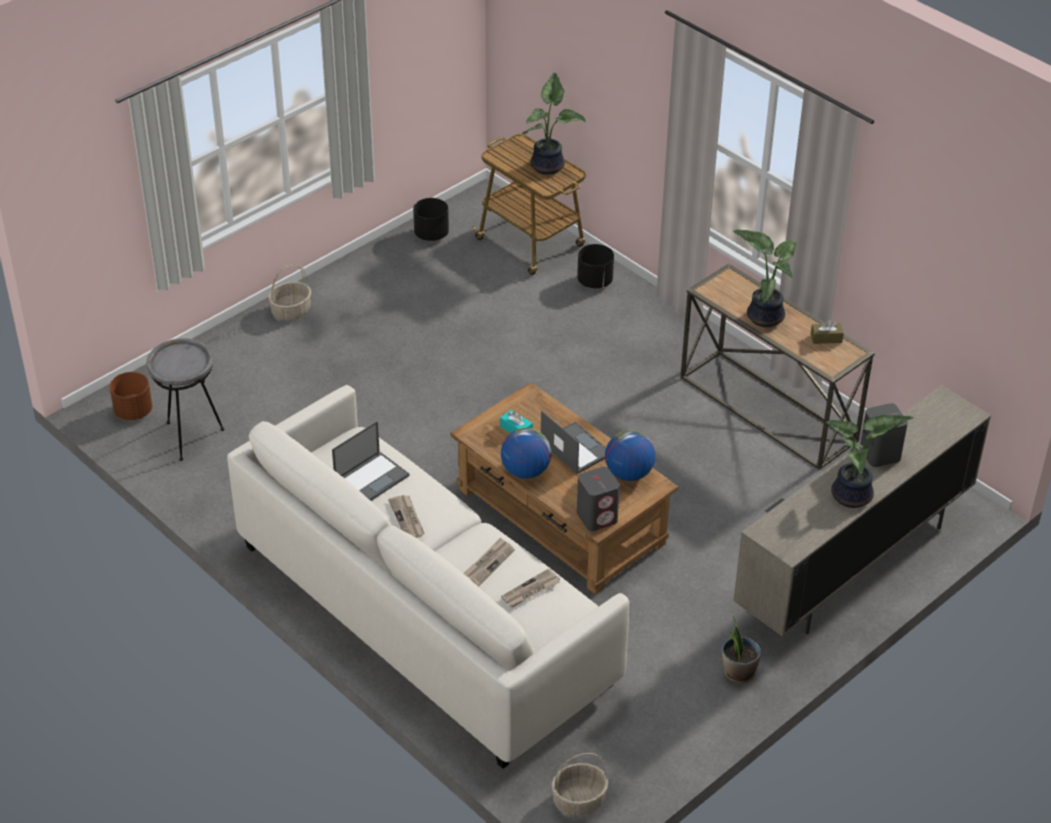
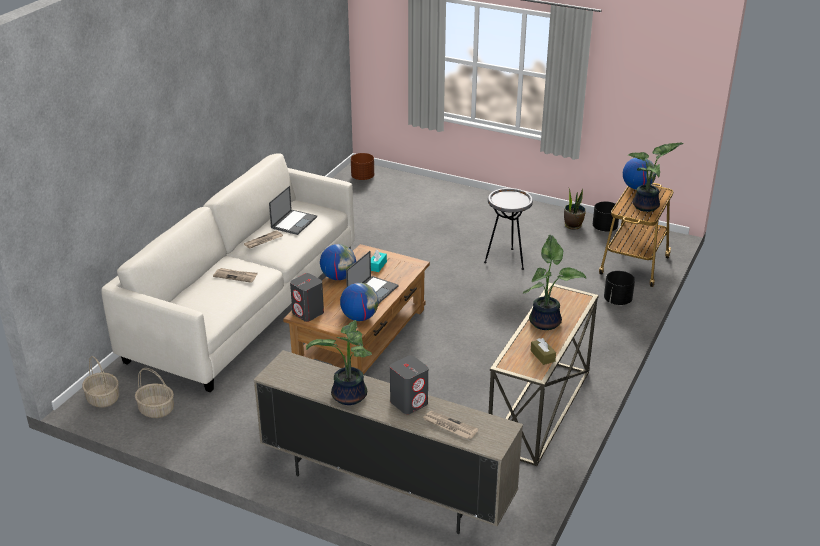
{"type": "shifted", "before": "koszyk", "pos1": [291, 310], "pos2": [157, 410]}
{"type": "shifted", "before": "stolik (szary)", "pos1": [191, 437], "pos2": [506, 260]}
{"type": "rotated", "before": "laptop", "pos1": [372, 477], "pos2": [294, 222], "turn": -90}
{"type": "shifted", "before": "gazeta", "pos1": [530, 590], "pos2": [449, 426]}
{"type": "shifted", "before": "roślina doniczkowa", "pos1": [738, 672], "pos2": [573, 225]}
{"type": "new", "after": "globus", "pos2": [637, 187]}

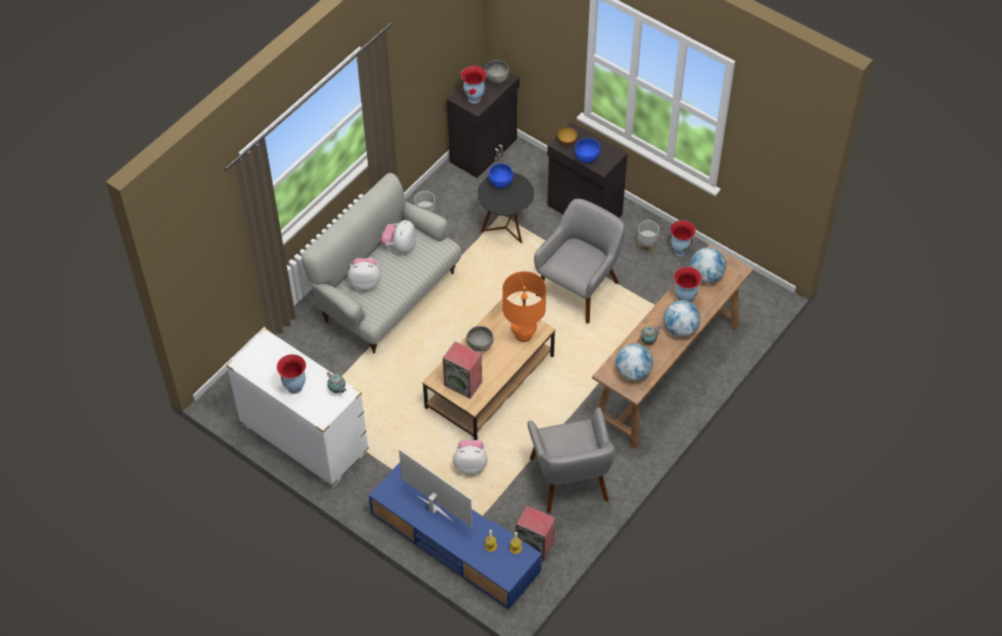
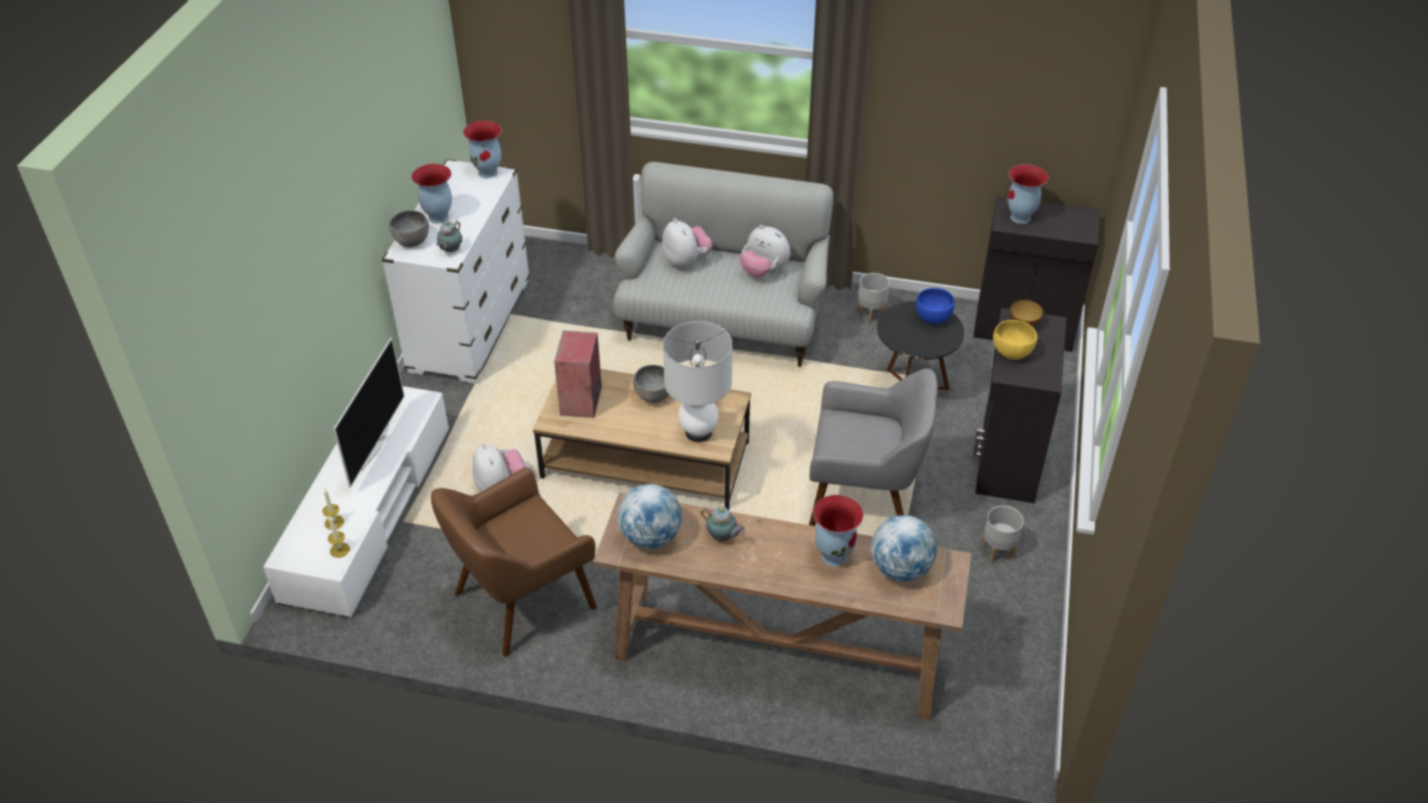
{"type": "shifted", "before": "miska (szary)", "pos1": [497, 79], "pos2": [412, 242]}
{"type": "repainted", "before": "miska (niebieski)", "after": "miska (żółty)", "pos1": [587, 158], "pos2": [1012, 353]}
{"type": "rotated", "before": "pluszak", "pos1": [400, 246], "pos2": [764, 271], "turn": -135}
{"type": "shifted", "before": "wazon", "pos1": [680, 250], "pos2": [488, 172]}
{"type": "repainted", "before": "lampa stołowa (pomarańczowy)", "after": "lampa stołowa (biały)", "pos1": [523, 335], "pos2": [698, 432]}
{"type": "gone", "before": "globus", "pos1": [680, 329]}
{"type": "repainted", "before": "fotel (szary)", "after": "fotel (brązowy)", "pos1": [570, 480], "pos2": [522, 600]}
{"type": "repainted", "before": "szafka pod telewizor (niebieski)", "after": "szafka pod telewizor (biały)", "pos1": [455, 543], "pos2": [368, 512]}
{"type": "gone", "before": "głośnik", "pos1": [535, 545]}

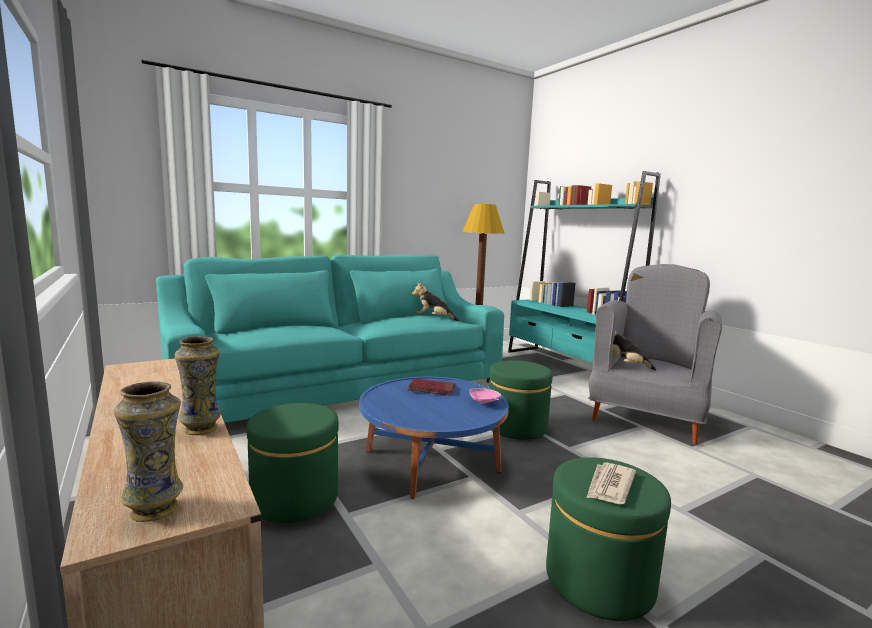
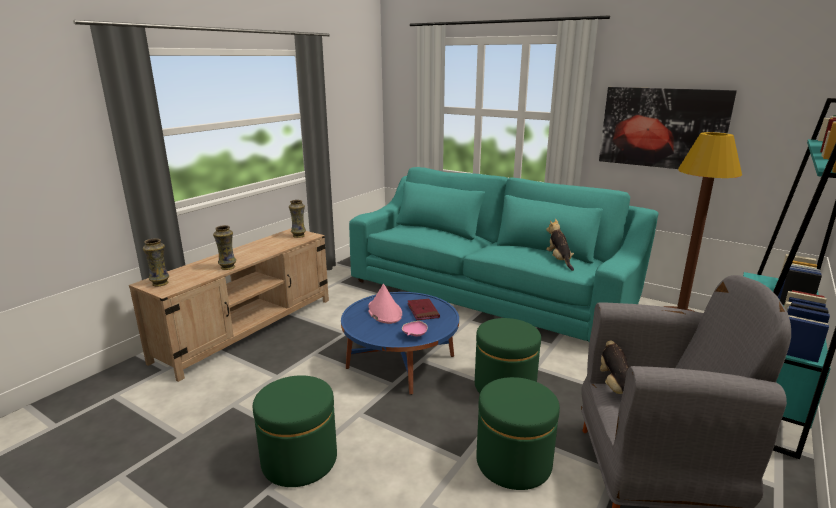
{"type": "shifted", "before": "pufa (zielony)", "pos1": [295, 498], "pos2": [513, 462]}
{"type": "gone", "before": "gazeta", "pos1": [609, 486]}
{"type": "new", "after": "obraz", "pos2": [662, 128]}
{"type": "new", "after": "wazon", "pos2": [299, 236]}
{"type": "new", "after": "kapelusz (różowy)", "pos2": [384, 312]}

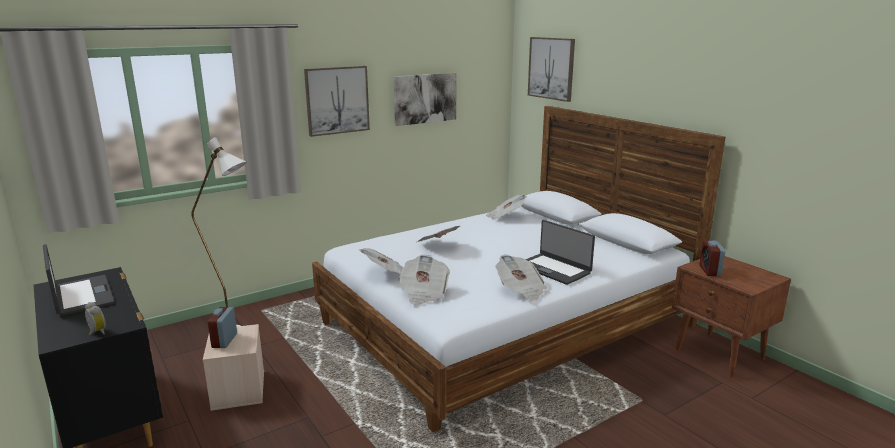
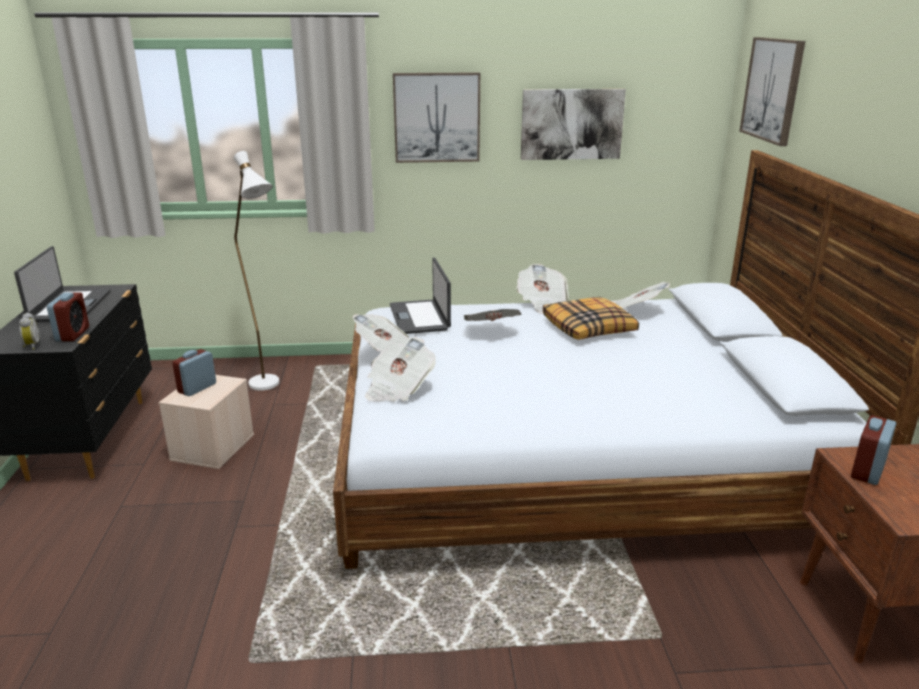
{"type": "shifted", "before": "laptop", "pos1": [554, 269], "pos2": [420, 317]}
{"type": "shifted", "before": "gazeta", "pos1": [521, 290], "pos2": [542, 303]}
{"type": "new", "after": "budzik", "pos2": [72, 334]}
{"type": "new", "after": "poduszka", "pos2": [589, 328]}

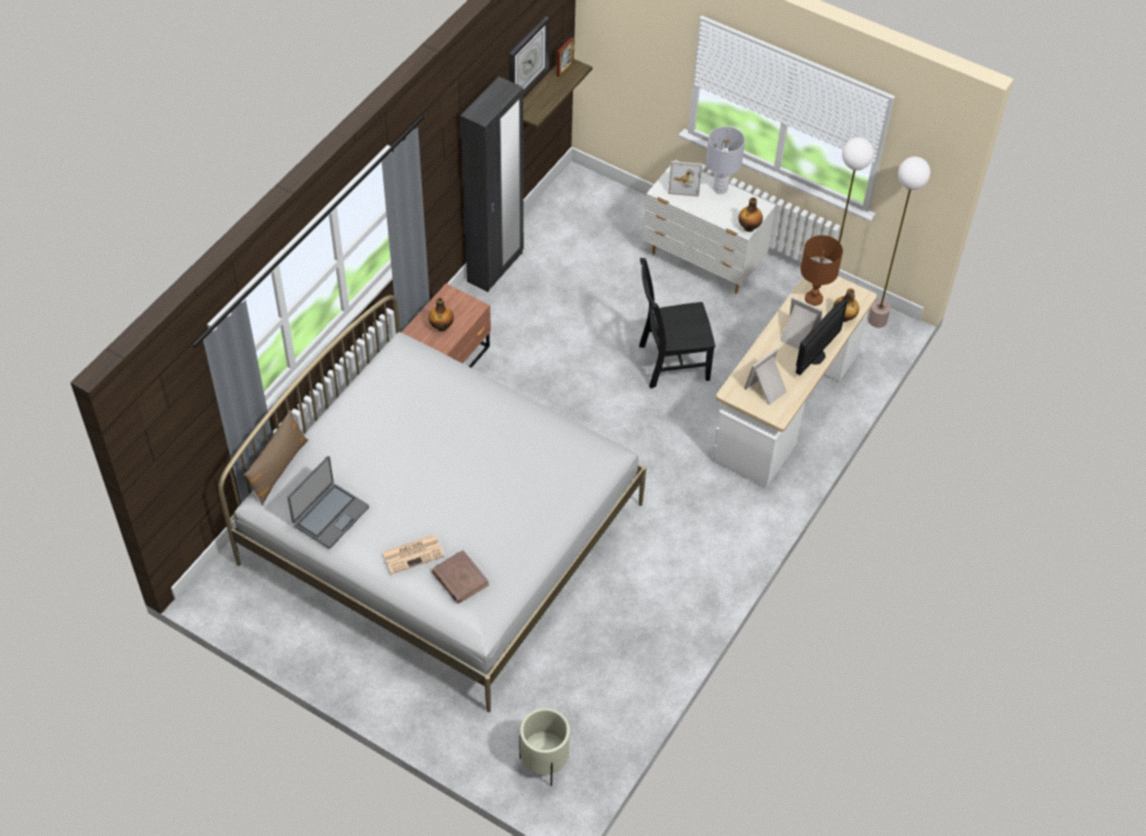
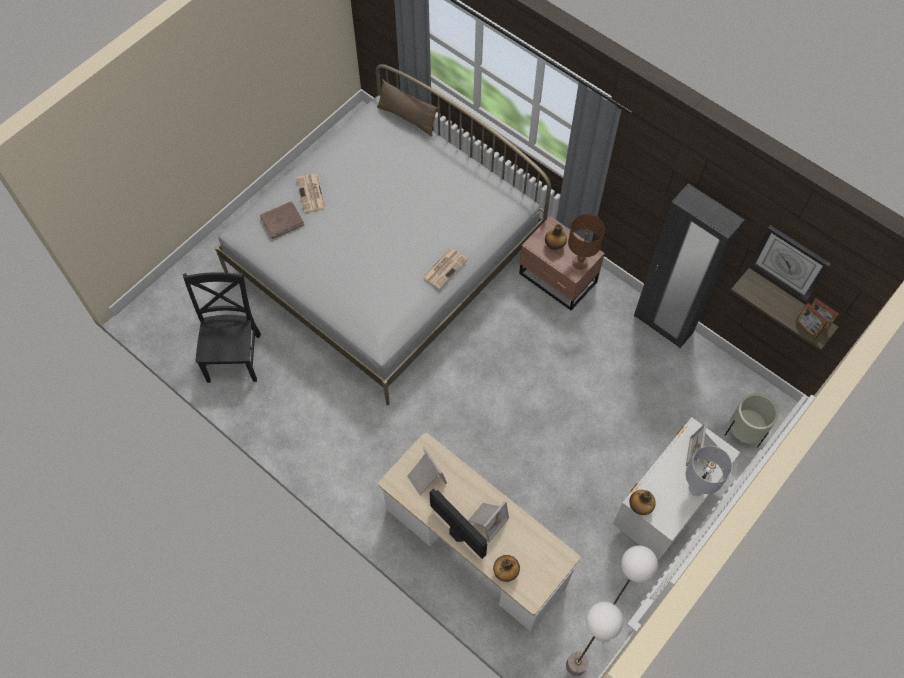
{"type": "shifted", "before": "lampa stołowa (brązowy)", "pos1": [813, 298], "pos2": [580, 262]}
{"type": "shifted", "before": "krzesło (czarny)", "pos1": [670, 362], "pos2": [234, 354]}
{"type": "gone", "before": "laptop", "pos1": [330, 516]}
{"type": "shifted", "before": "donica (beżowy)", "pos1": [544, 763], "pos2": [743, 432]}
{"type": "new", "after": "gazeta", "pos2": [445, 268]}
{"type": "new", "after": "ramka na zdjęcie", "pos2": [806, 329]}

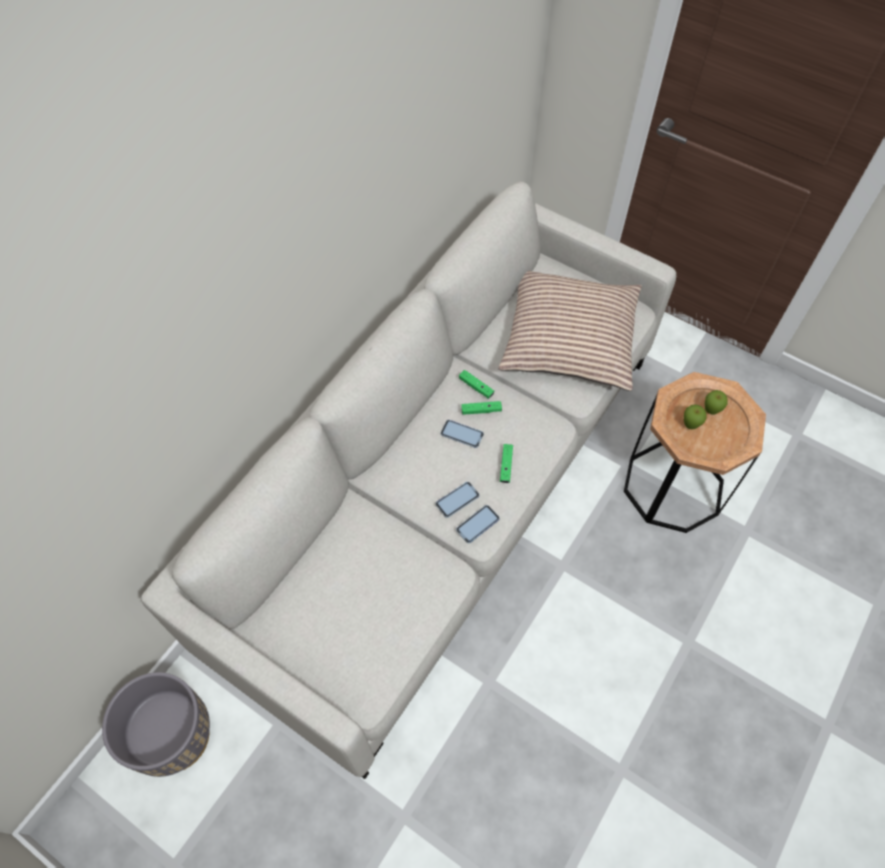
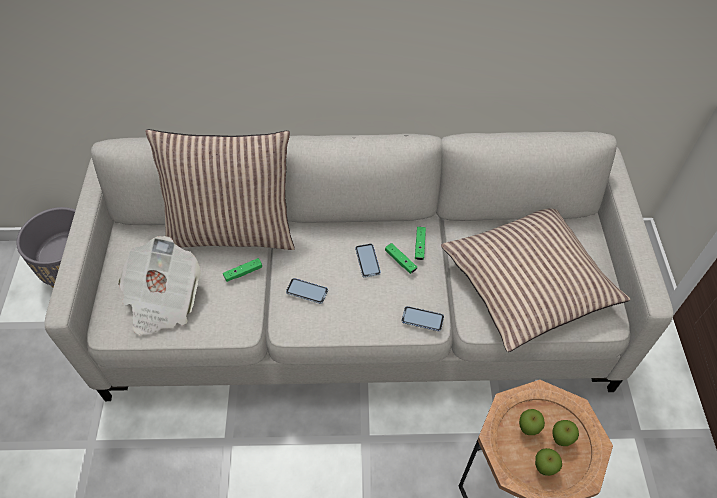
{"type": "shifted", "before": "pad do gier (zielony)", "pos1": [506, 466], "pos2": [243, 273]}
{"type": "shifted", "before": "telefon", "pos1": [477, 524], "pos2": [422, 319]}
{"type": "new", "after": "poduszka", "pos2": [233, 230]}
{"type": "new", "after": "gazeta", "pos2": [163, 299]}
{"type": "new", "after": "jabłko", "pos2": [543, 468]}

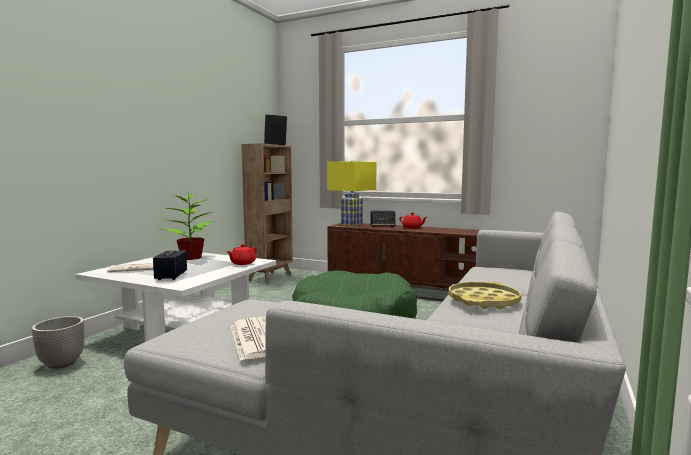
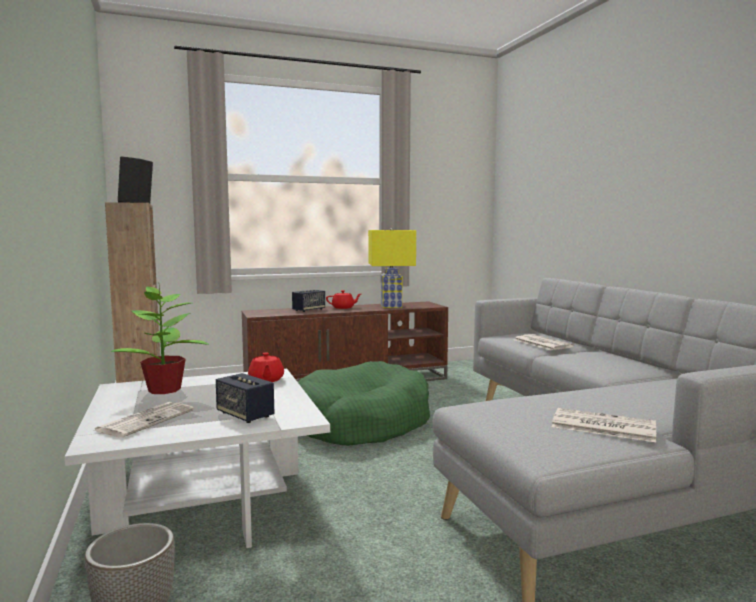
{"type": "shifted", "before": "lampa stołowa (żółty)", "pos1": [351, 224], "pos2": [390, 306]}
{"type": "gone", "before": "taca (żółty)", "pos1": [483, 301]}
{"type": "new", "after": "gazeta", "pos2": [541, 343]}

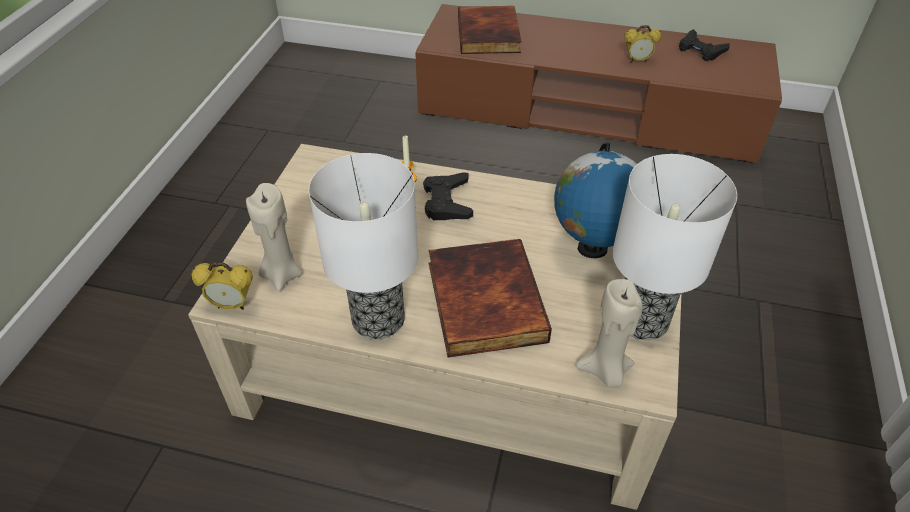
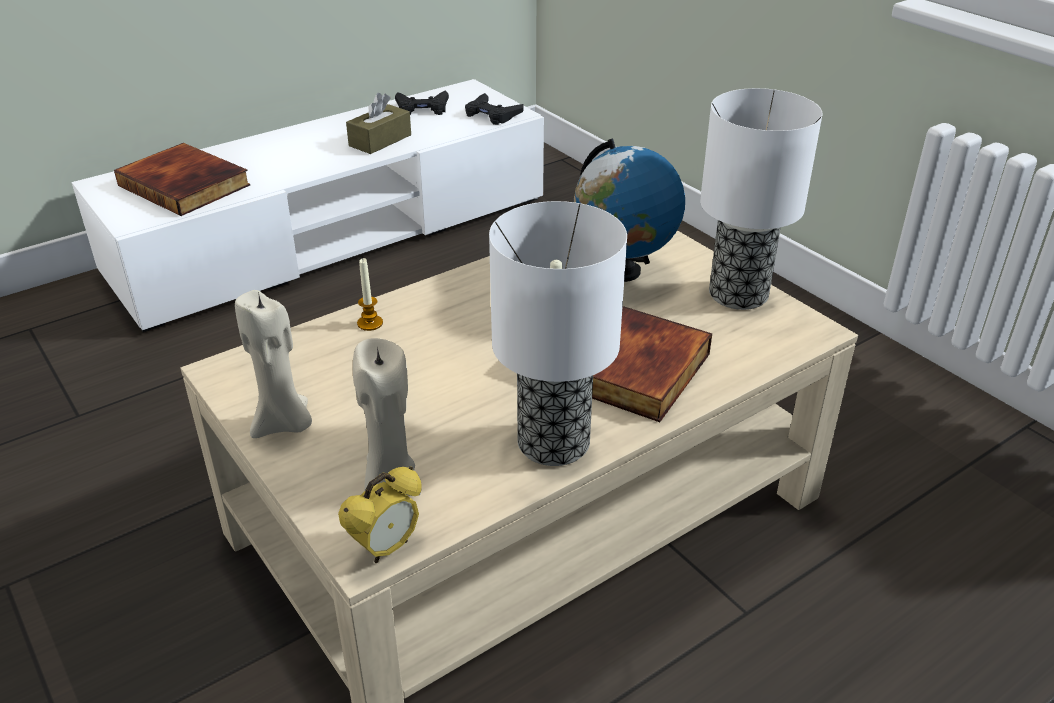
{"type": "repainted", "before": "szafka pod telewizor (brązowy)", "after": "szafka pod telewizor (biały)", "pos1": [586, 112], "pos2": [334, 235]}
{"type": "swapped", "before": "budzik", "after": "pudełko chusteczek (brązowy)", "pos1": [637, 61], "pos2": [380, 140]}
{"type": "shifted", "before": "pad do gier (czarny)", "pos1": [447, 202], "pos2": [492, 114]}
{"type": "shifted", "before": "świeca (beżowy)", "pos1": [605, 371], "pos2": [284, 424]}

